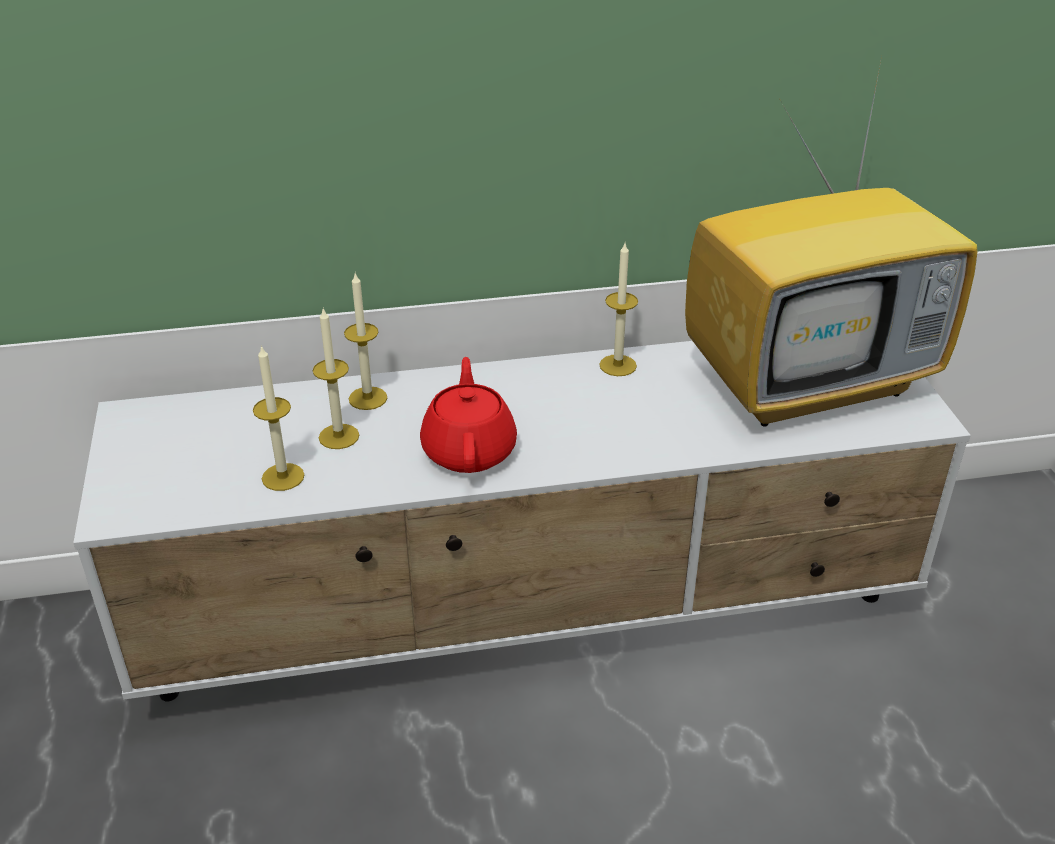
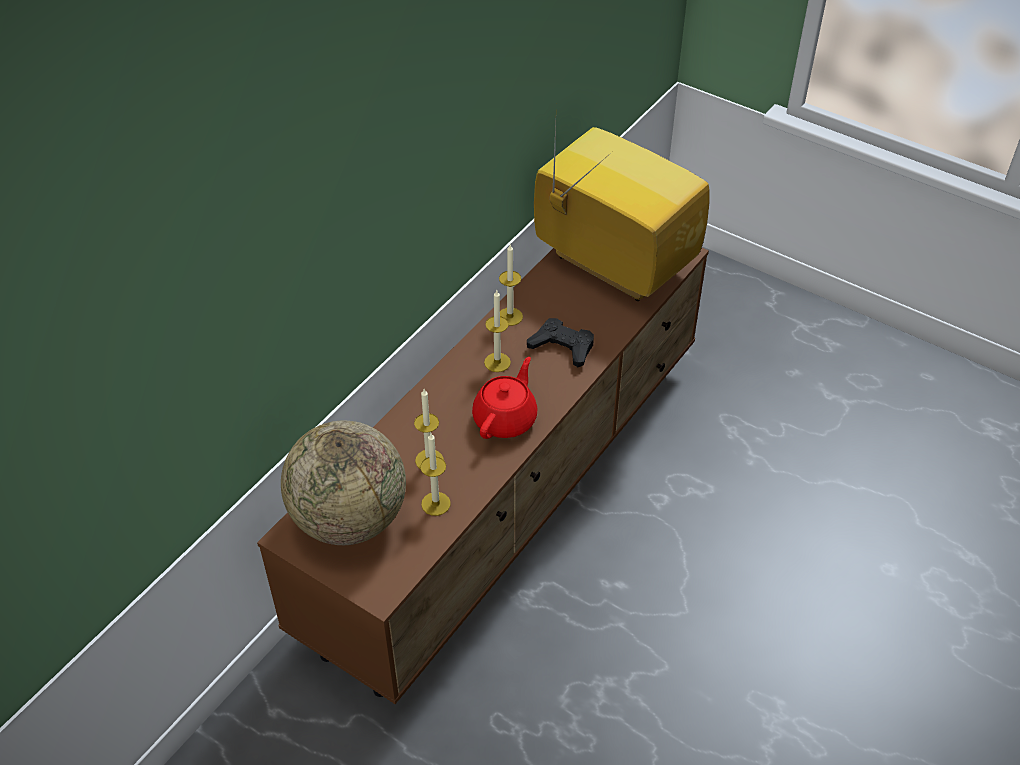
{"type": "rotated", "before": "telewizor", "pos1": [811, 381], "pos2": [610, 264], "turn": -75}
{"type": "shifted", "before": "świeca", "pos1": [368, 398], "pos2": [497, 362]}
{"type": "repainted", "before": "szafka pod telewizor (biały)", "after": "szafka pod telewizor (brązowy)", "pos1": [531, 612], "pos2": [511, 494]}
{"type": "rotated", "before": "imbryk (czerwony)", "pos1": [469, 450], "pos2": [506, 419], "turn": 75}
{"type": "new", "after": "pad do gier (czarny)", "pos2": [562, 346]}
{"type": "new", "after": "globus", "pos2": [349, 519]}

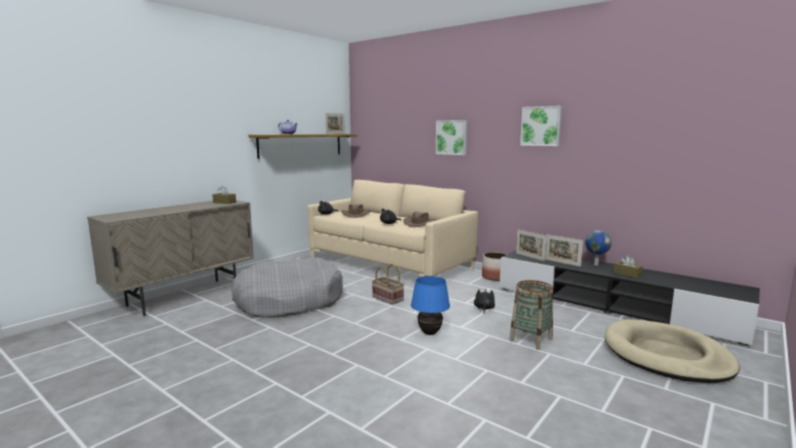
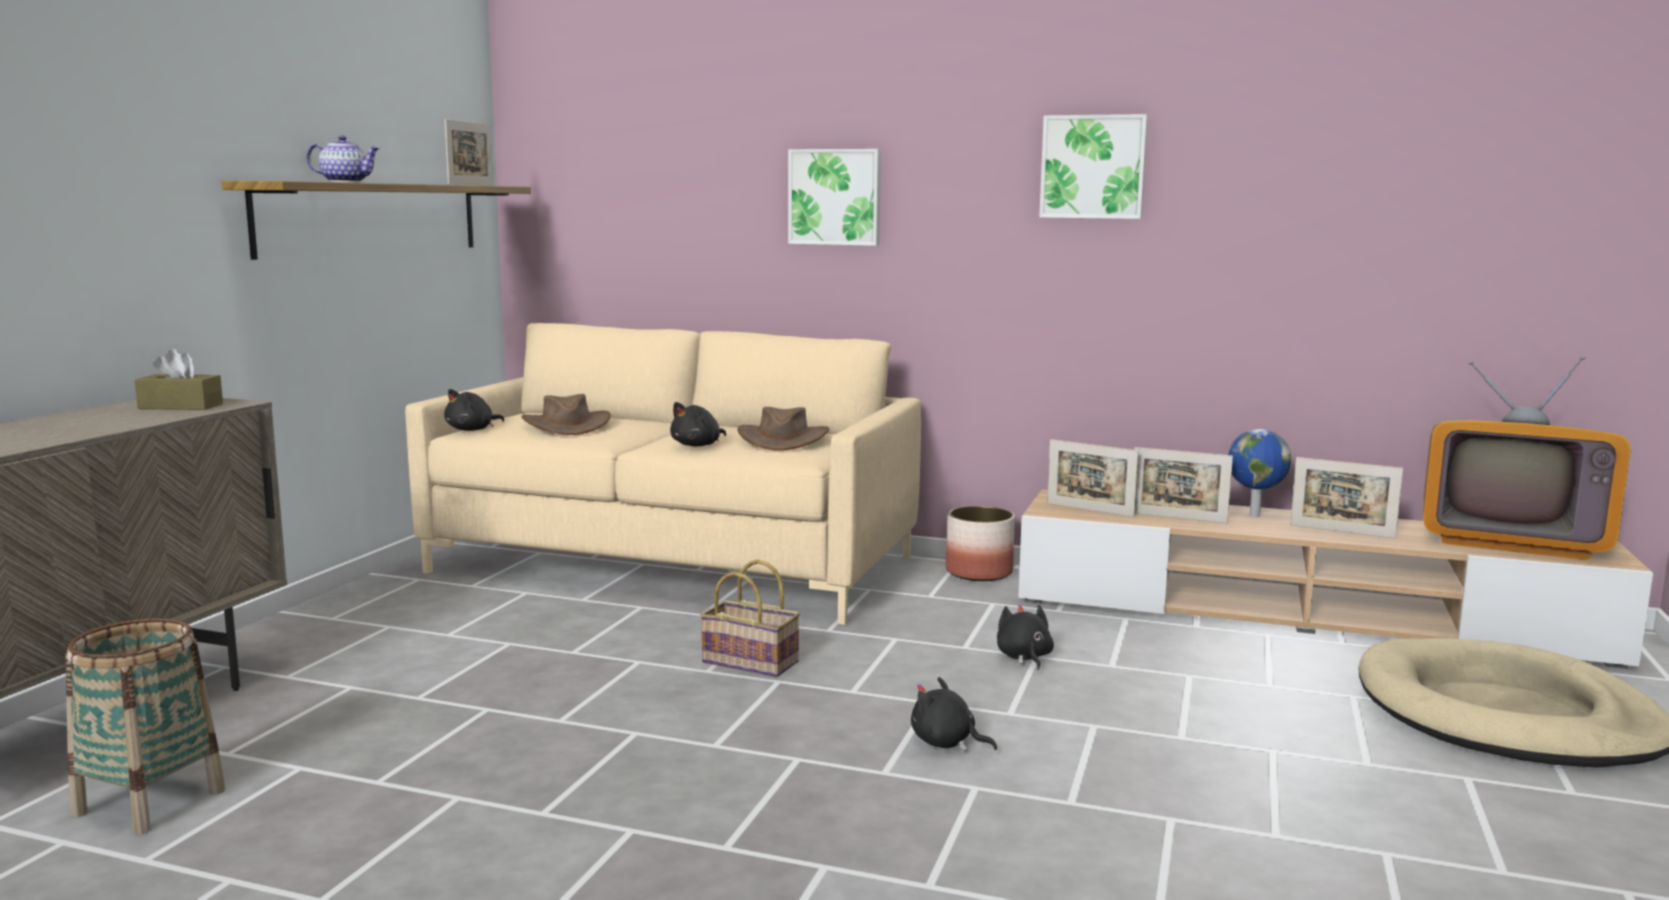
{"type": "repainted", "before": "szafka pod telewizor (czarny)", "after": "szafka pod telewizor (beżowy)", "pos1": [613, 306], "pos2": [1304, 615]}
{"type": "swapped", "before": "pudełko chusteczek (brązowy)", "after": "ramka na zdjęcie", "pos1": [627, 274], "pos2": [1342, 531]}
{"type": "gone", "before": "legowisko (szary)", "pos1": [289, 301]}
{"type": "swapped", "before": "lampa stołowa (niebieski)", "after": "pluszak (czarny)", "pos1": [430, 333], "pos2": [946, 743]}
{"type": "shifted", "before": "koszyk", "pos1": [531, 339], "pos2": [149, 803]}
{"type": "new", "after": "telewizor", "pos2": [1511, 540]}

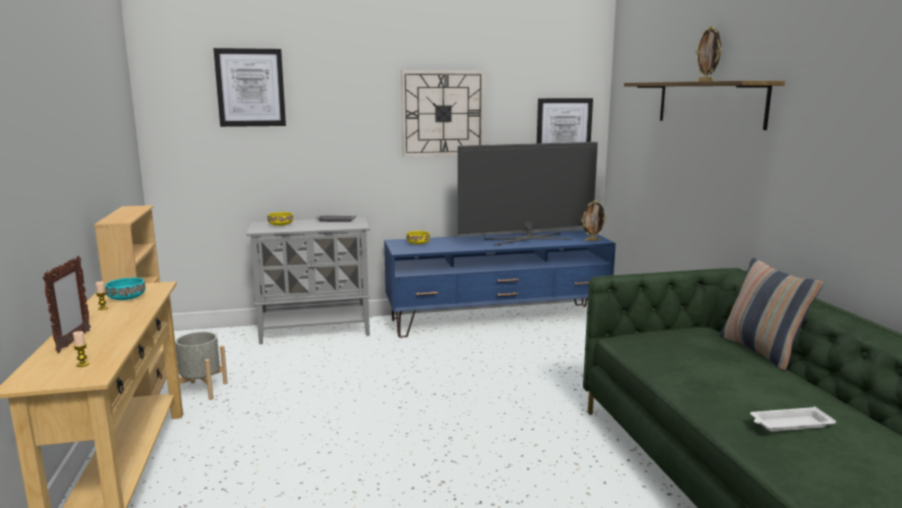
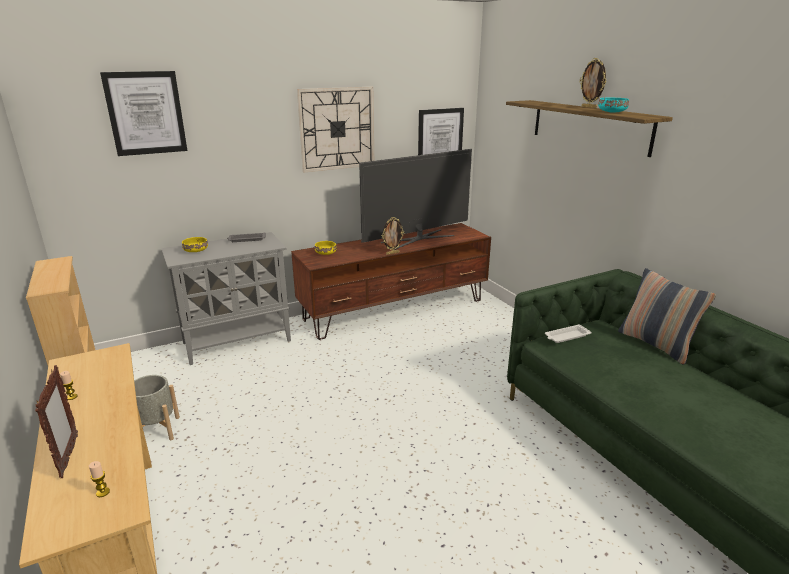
{"type": "shifted", "before": "ramka na zdjęcie", "pos1": [592, 240], "pos2": [392, 253]}
{"type": "repainted", "before": "szafka pod telewizor (niebieski)", "after": "szafka pod telewizor (brązowy)", "pos1": [498, 320], "pos2": [395, 309]}
{"type": "shifted", "before": "miska (turkusowy)", "pos1": [126, 298], "pos2": [612, 112]}
{"type": "shifted", "before": "taca (biały)", "pos1": [789, 424], "pos2": [566, 336]}

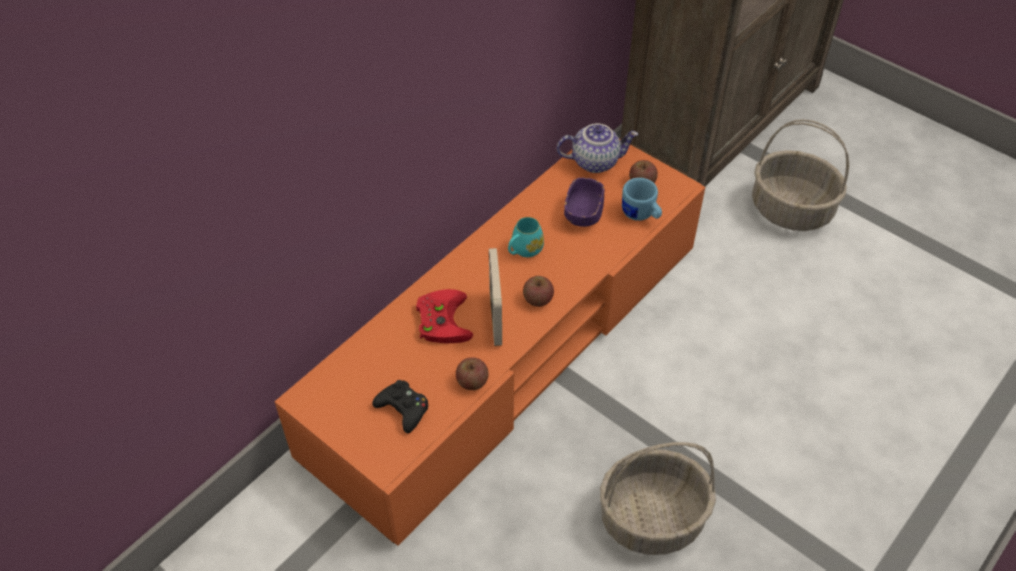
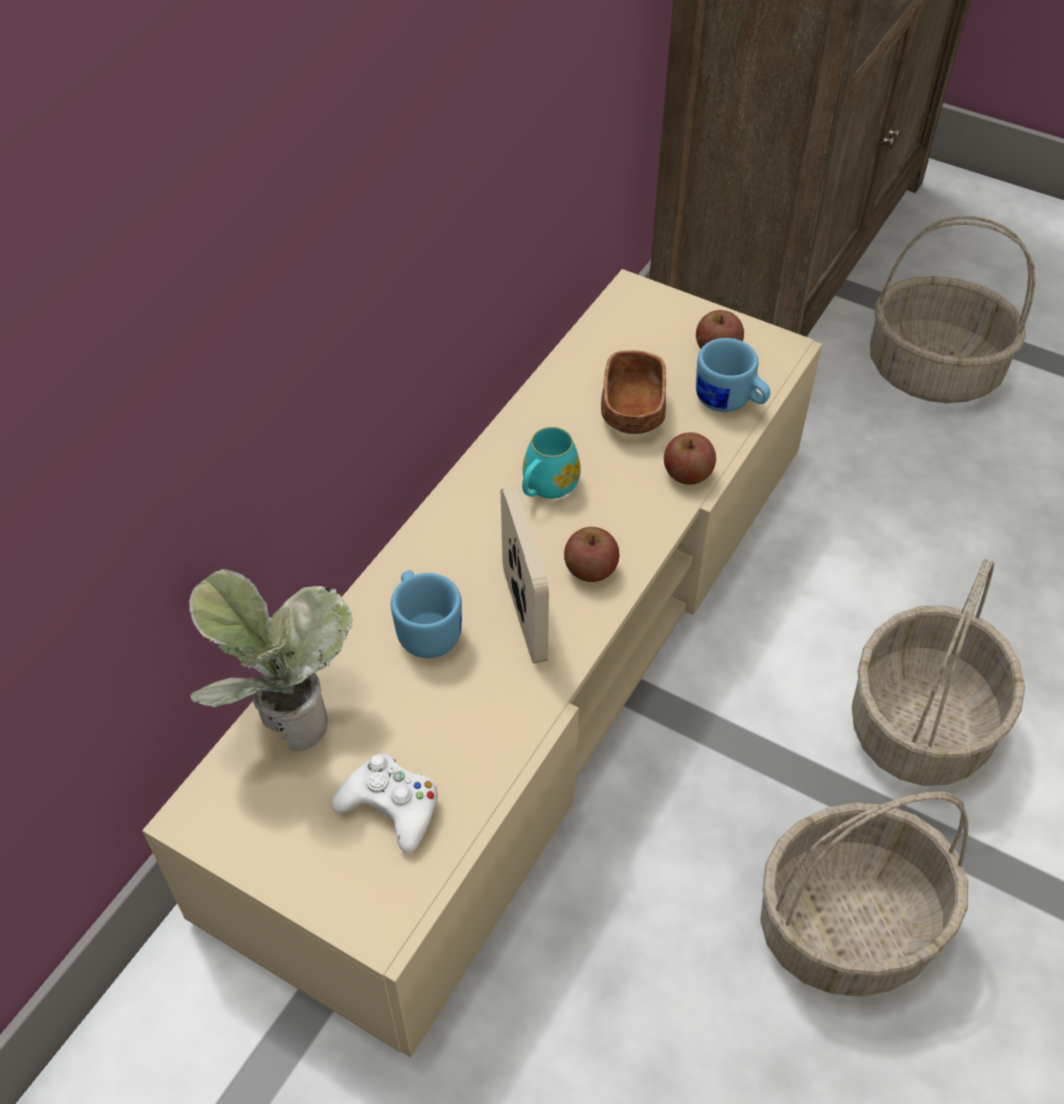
{"type": "gone", "before": "imbryk", "pos1": [595, 161]}
{"type": "repainted", "before": "szafka pod telewizor (pomarańczowy)", "after": "szafka pod telewizor (beżowy)", "pos1": [508, 348], "pos2": [531, 660]}
{"type": "repainted", "before": "miska (fioletowy)", "after": "miska (brązowy)", "pos1": [583, 213], "pos2": [632, 412]}
{"type": "swapped", "before": "pad do gier (czerwony)", "after": "kubek (niebieski)", "pos1": [441, 319], "pos2": [426, 628]}
{"type": "shifted", "before": "jabłko", "pos1": [472, 381], "pos2": [687, 473]}
{"type": "repainted", "before": "pad do gier (czarny)", "after": "pad do gier (biały)", "pos1": [403, 409], "pos2": [391, 807]}
{"type": "new", "after": "koszyk", "pos2": [921, 727]}
{"type": "new", "after": "roślina doniczkowa", "pos2": [283, 717]}

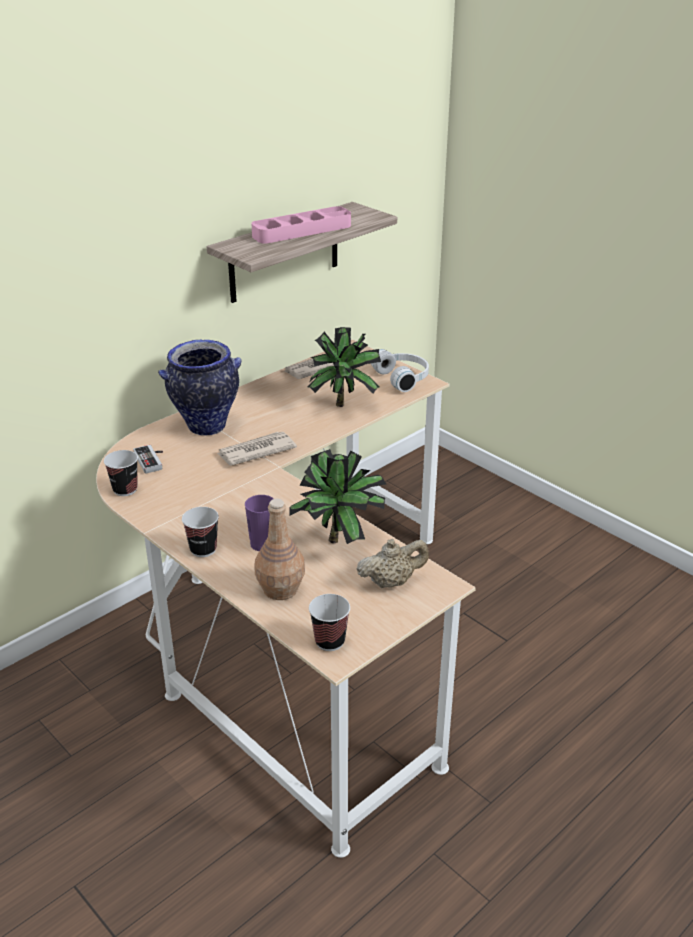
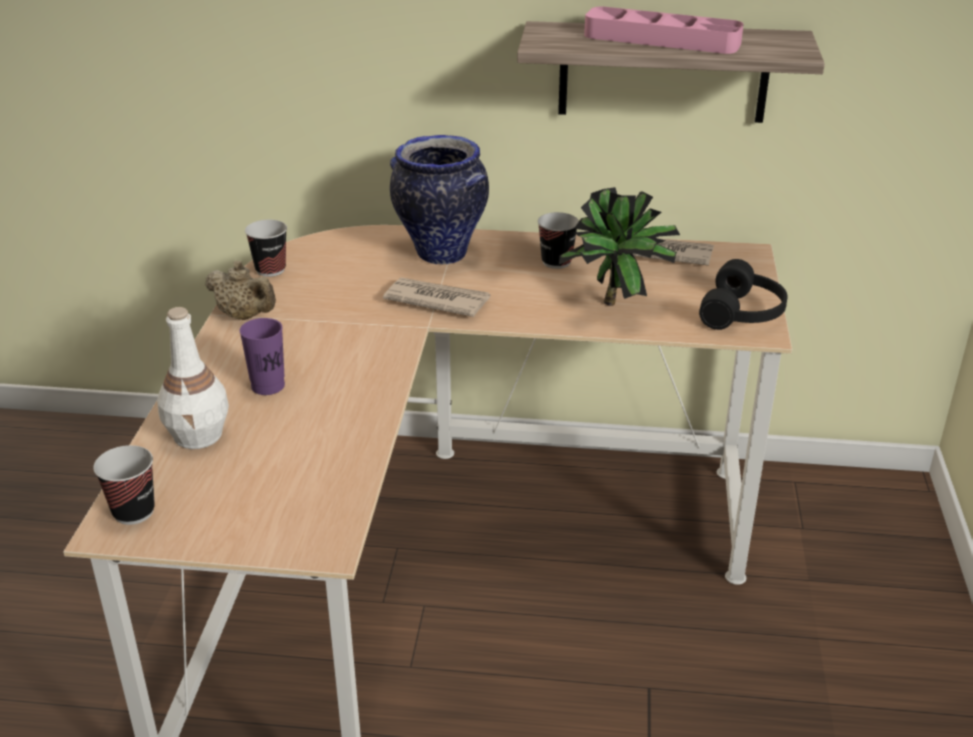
{"type": "repainted", "before": "słuchawki (biały)", "after": "słuchawki (czarny)", "pos1": [403, 378], "pos2": [744, 313]}
{"type": "gone", "before": "pad do gier", "pos1": [152, 460]}
{"type": "gone", "before": "roślina doniczkowa", "pos1": [340, 541]}
{"type": "repainted", "before": "butelka (brązowy)", "after": "butelka (biały)", "pos1": [280, 588], "pos2": [199, 435]}
{"type": "shifted", "before": "filiżanka", "pos1": [203, 549], "pos2": [556, 262]}
{"type": "shifted", "before": "imbryk (beżowy)", "pos1": [391, 582], "pos2": [244, 316]}

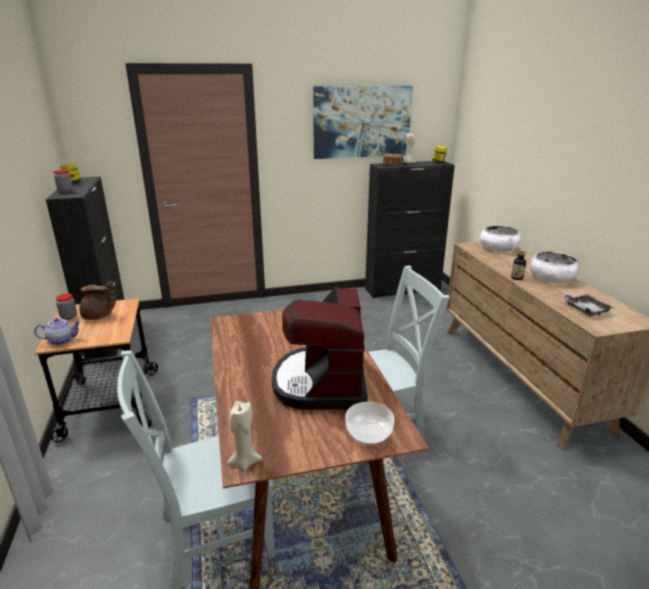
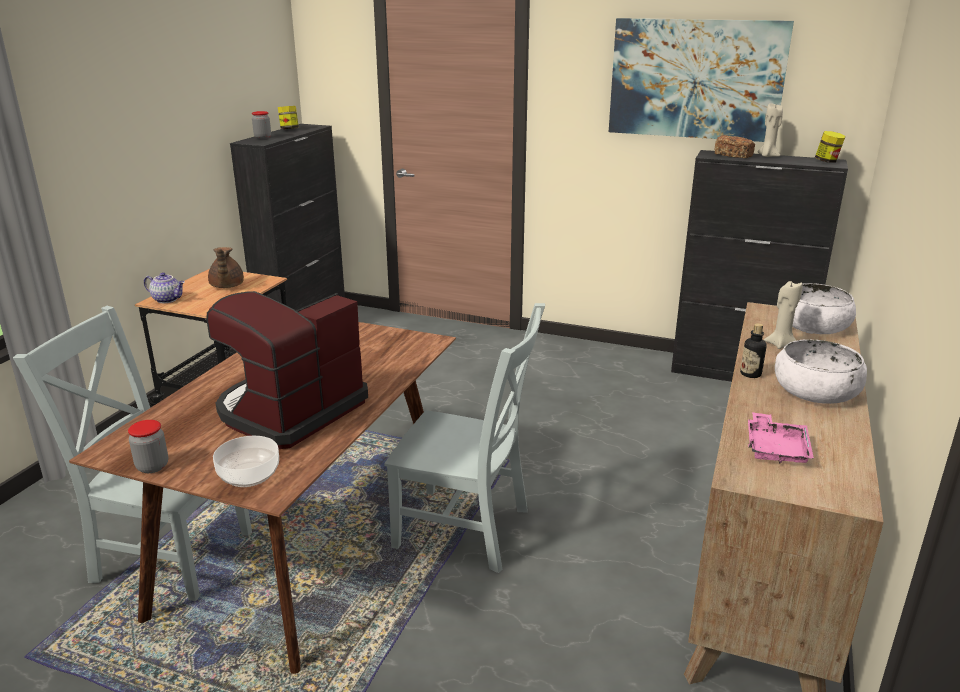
{"type": "rotated", "before": "imbryk (brązowy)", "pos1": [98, 316], "pos2": [226, 286], "turn": 45}
{"type": "shifted", "before": "słoik", "pos1": [69, 317], "pos2": [152, 466]}
{"type": "repainted", "before": "taca (szary)", "after": "taca (różowy)", "pos1": [585, 309], "pos2": [776, 449]}
{"type": "shifted", "before": "świeca (beżowy)", "pos1": [244, 462], "pos2": [780, 345]}

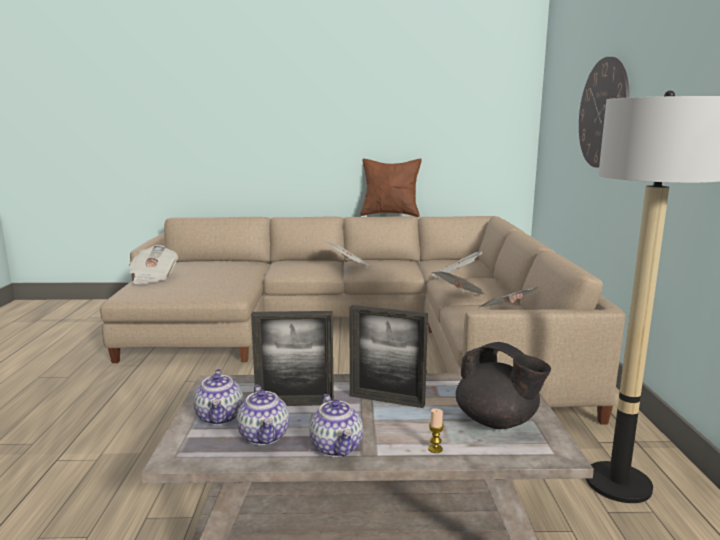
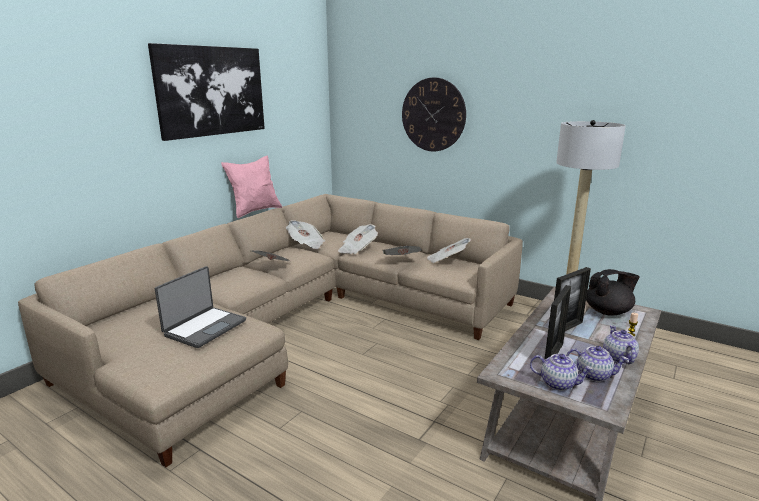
{"type": "repainted", "before": "poduszka (brązowy)", "after": "poduszka (różowy)", "pos1": [390, 215], "pos2": [255, 211]}
{"type": "shifted", "before": "gazeta", "pos1": [153, 278], "pos2": [306, 244]}
{"type": "rotated", "before": "imbryk", "pos1": [337, 447], "pos2": [618, 358], "turn": -105}
{"type": "new", "after": "obraz", "pos2": [211, 91]}
{"type": "new", "after": "laptop", "pos2": [204, 327]}

